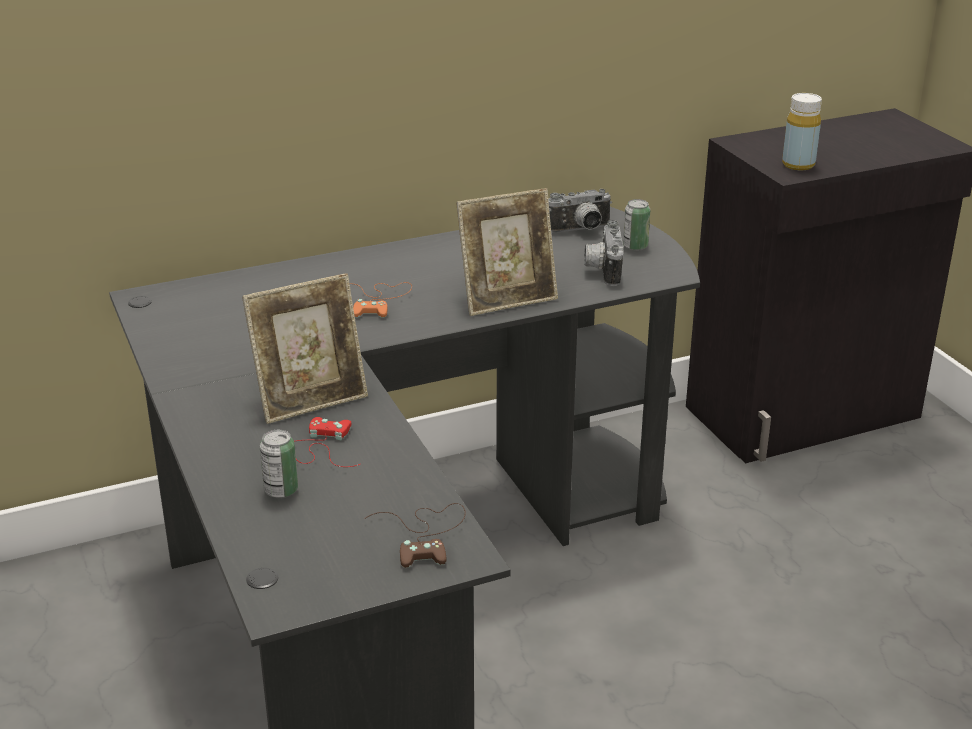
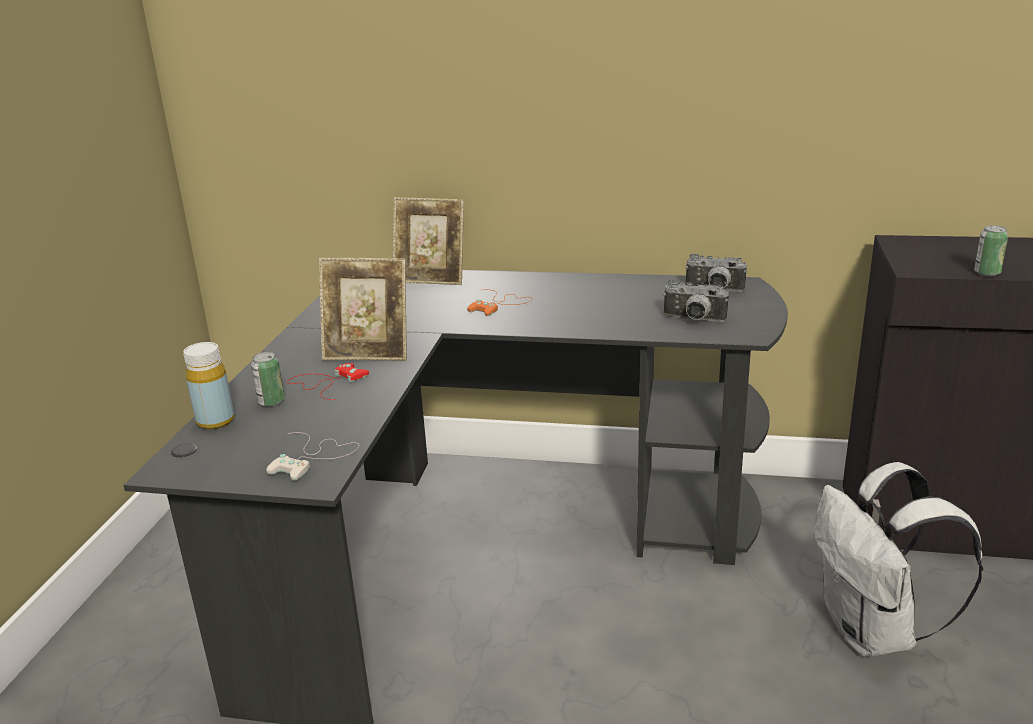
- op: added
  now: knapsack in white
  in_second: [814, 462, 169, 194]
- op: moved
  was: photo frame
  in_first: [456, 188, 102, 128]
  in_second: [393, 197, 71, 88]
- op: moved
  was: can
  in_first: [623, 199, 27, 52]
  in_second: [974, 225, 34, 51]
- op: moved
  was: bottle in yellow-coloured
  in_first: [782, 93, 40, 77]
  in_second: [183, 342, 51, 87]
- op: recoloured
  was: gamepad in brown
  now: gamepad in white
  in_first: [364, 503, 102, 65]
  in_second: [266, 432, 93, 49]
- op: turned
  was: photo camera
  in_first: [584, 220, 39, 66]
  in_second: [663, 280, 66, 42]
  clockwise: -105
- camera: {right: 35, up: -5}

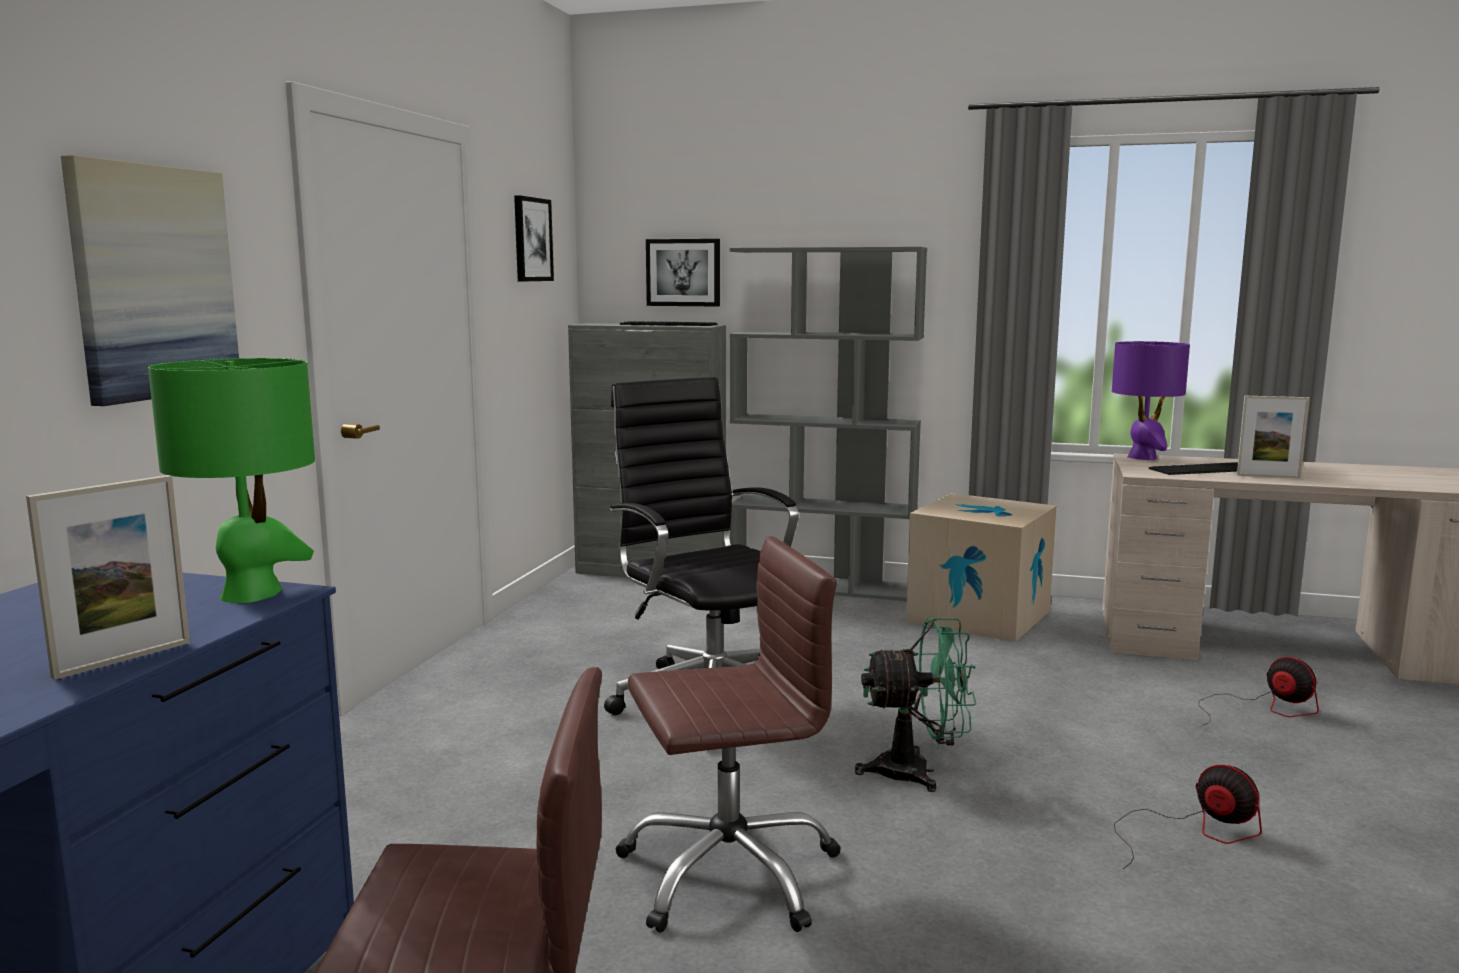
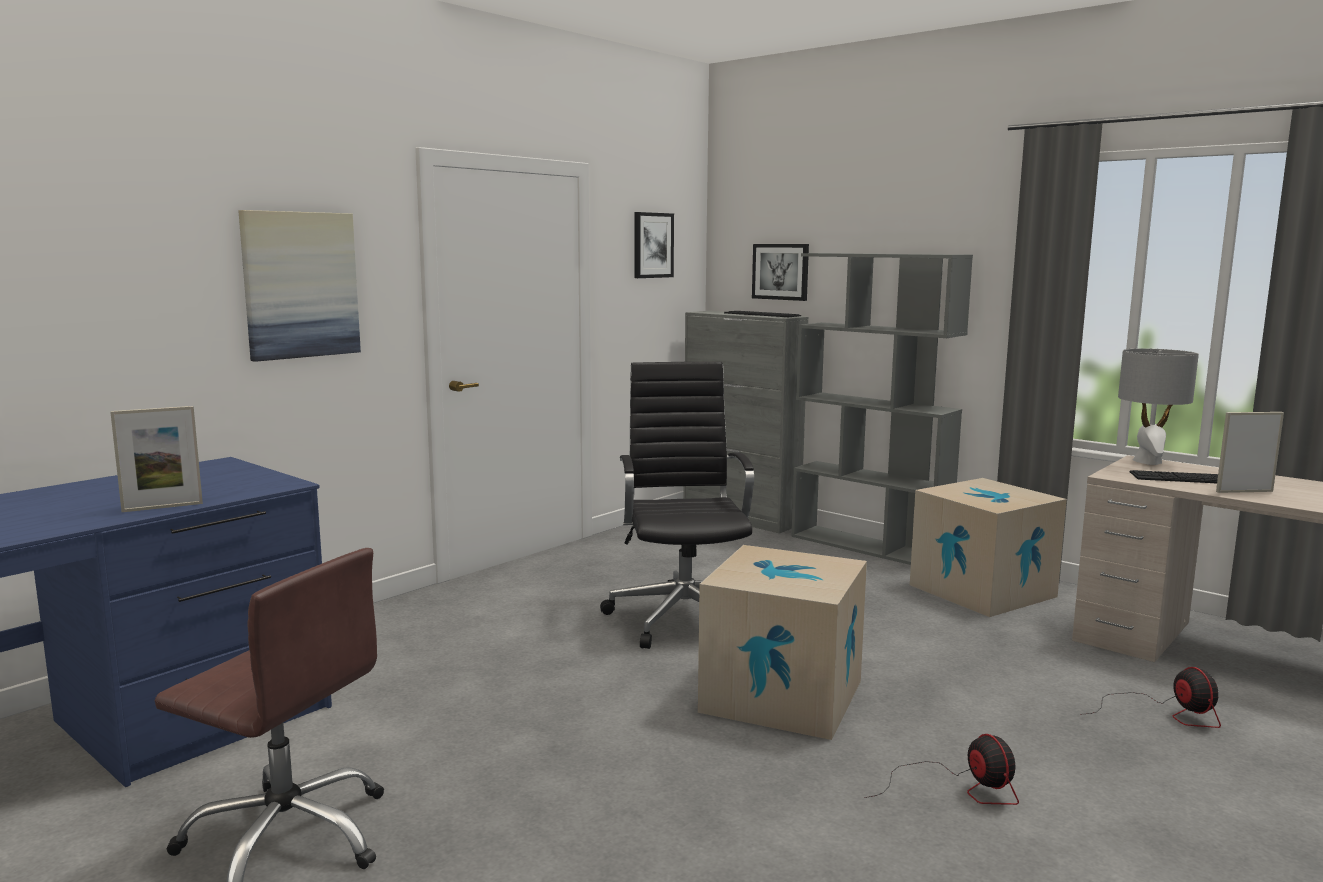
- op: removed
  was: table lamp in green-coloured
  in_first: [148, 358, 167, 245]
- op: removed
  was: office chair in brown
  in_first: [615, 536, 226, 397]
- op: replaced
  was: fan in green-coloured
  now: cardboard box
  in_first: [855, 618, 121, 174]
  in_second: [698, 545, 169, 195]
- op: recoloured
  was: table lamp in purple
  now: table lamp in gray
  in_first: [1112, 341, 78, 119]
  in_second: [1118, 348, 81, 117]
- op: turned
  was: photo frame
  in_first: [1237, 396, 73, 83]
  in_second: [1216, 412, 68, 81]
  clockwise: 135
- camera: {right: 25, up: 0}

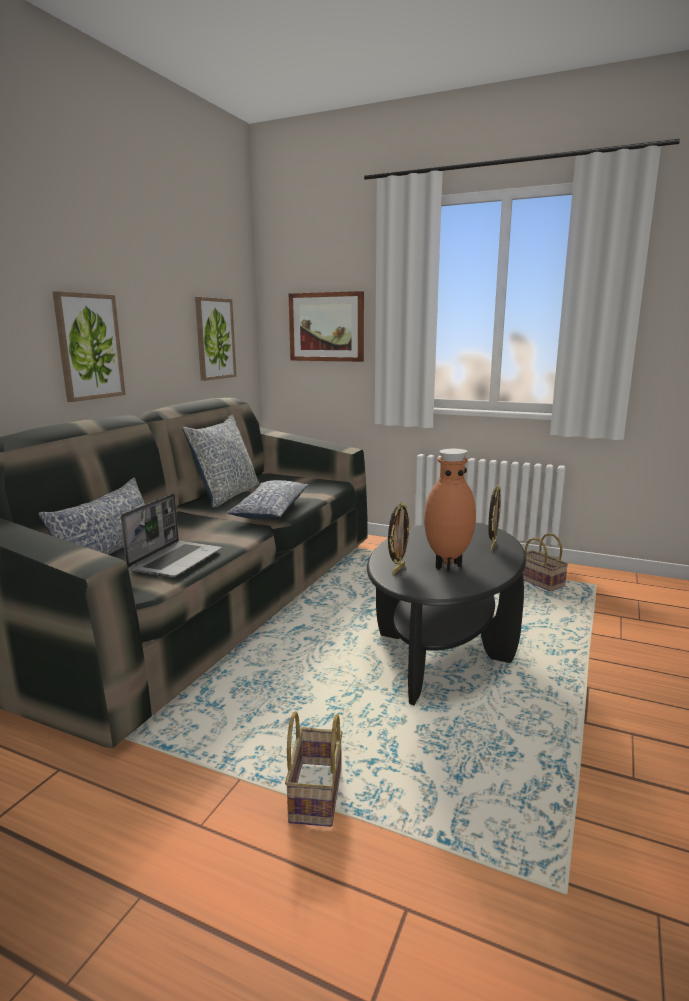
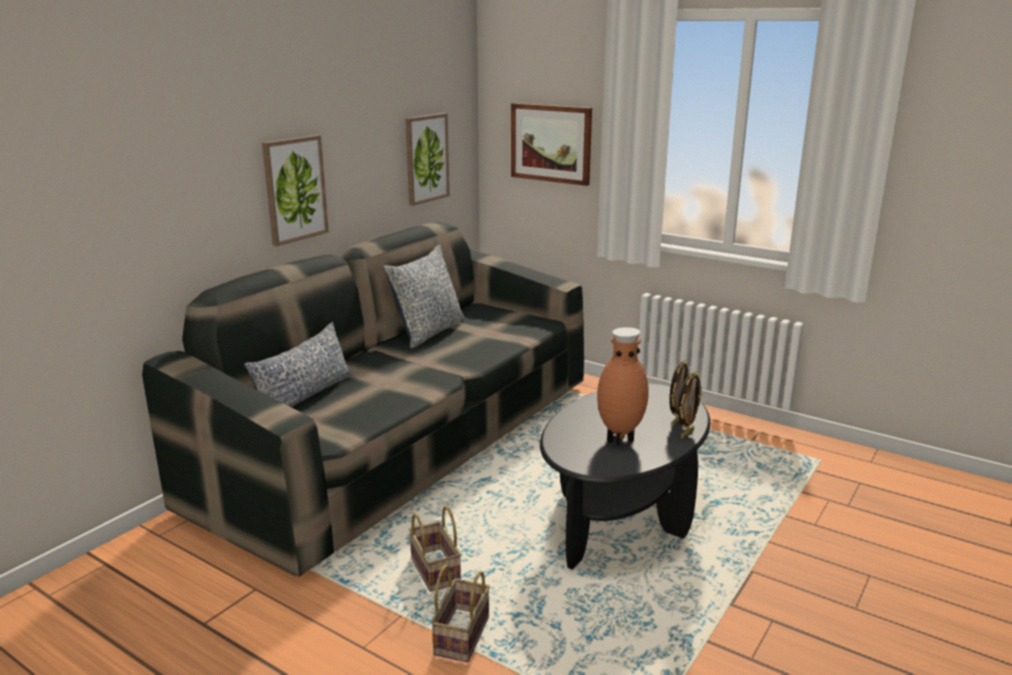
- op: removed
  was: notebook computer
  in_first: [121, 494, 101, 84]
- op: removed
  was: cushion
  in_first: [227, 480, 81, 39]
- op: moved
  was: photo frame
  in_first: [388, 502, 23, 73]
  in_second: [678, 371, 24, 68]
- op: moved
  was: storage basket
  in_first: [523, 533, 45, 59]
  in_second: [409, 506, 52, 86]
- camera: {right: 10, up: 5}

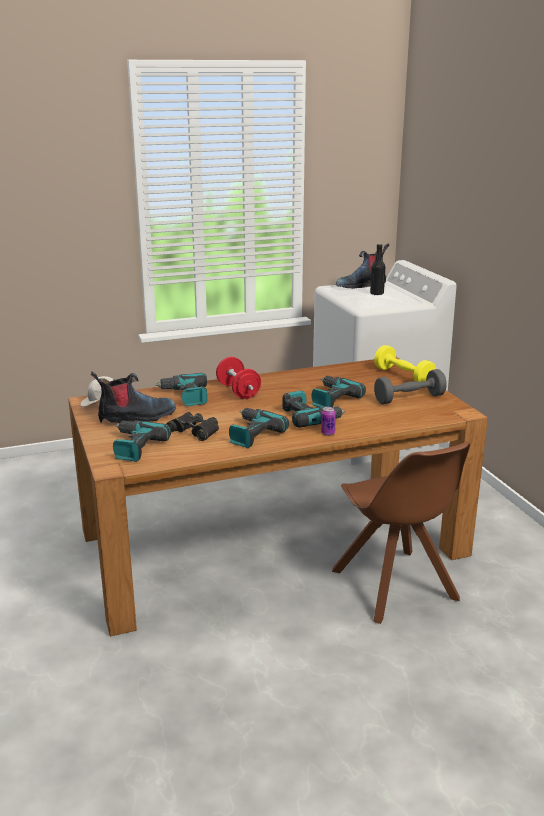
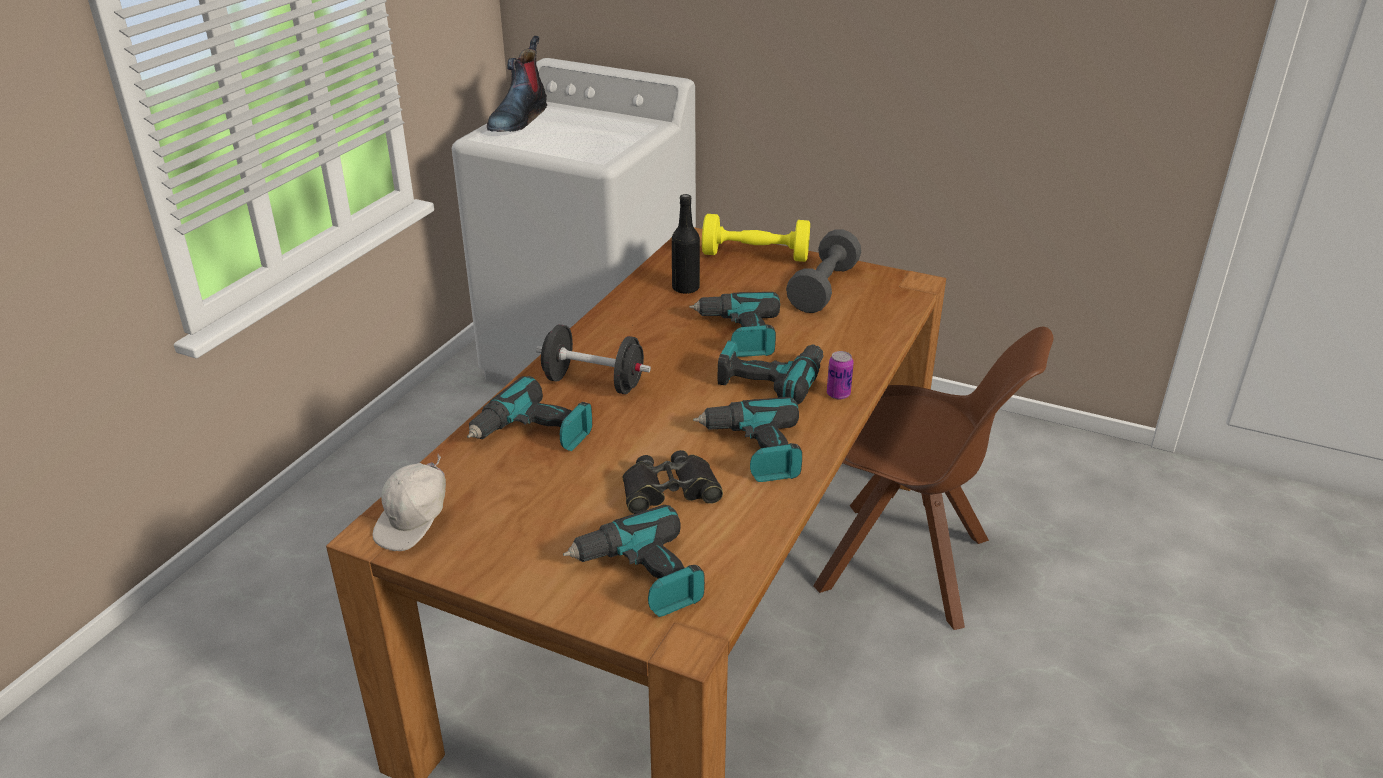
- op: removed
  was: boot
  in_first: [91, 372, 85, 51]
- op: moved
  was: bottle in black
  in_first: [370, 244, 15, 51]
  in_second: [672, 194, 28, 100]
- op: recoloured
  was: dumbbell in red
  now: dumbbell in black
  in_first: [216, 357, 45, 42]
  in_second: [536, 325, 115, 69]
- camera: {right: -45, up: 10}

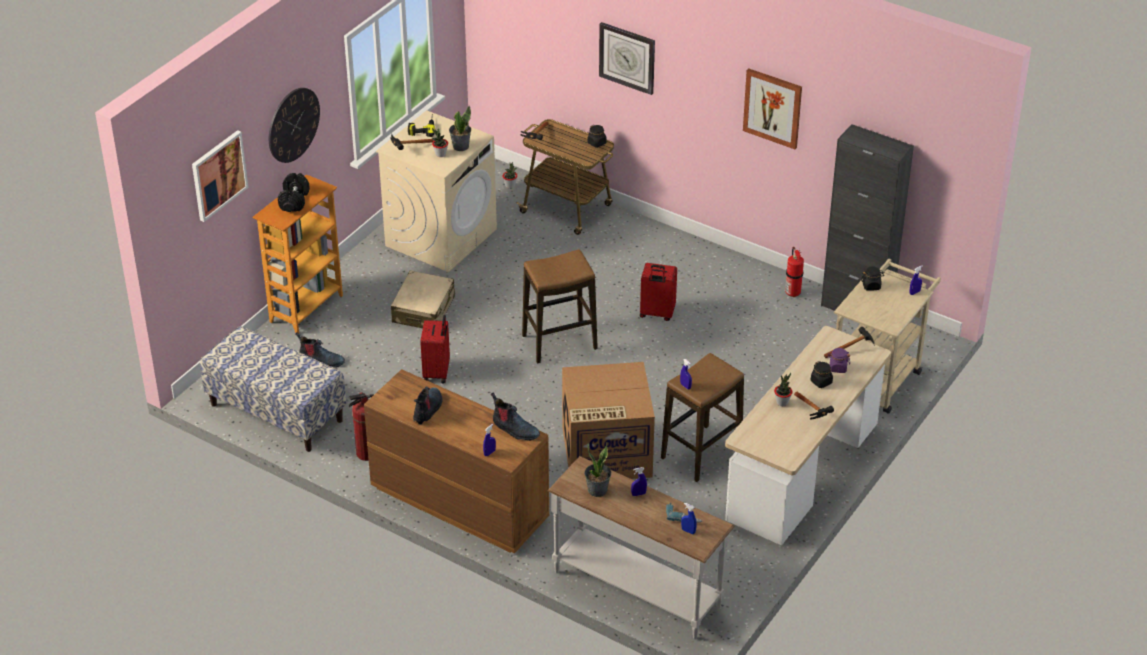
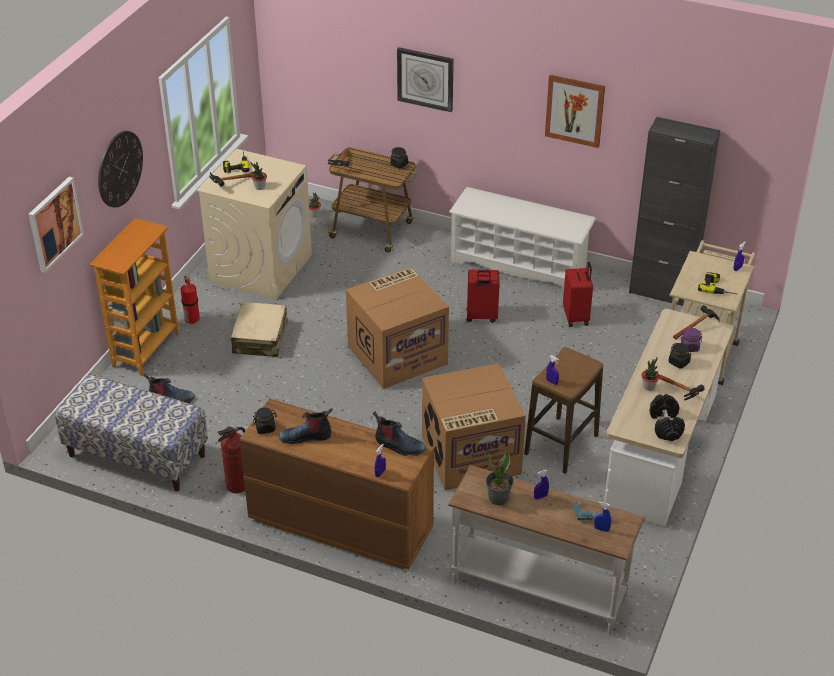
- op: removed
  was: houseplant
  in_first: [449, 105, 22, 46]
- op: added
  now: shoe shelf in white
  in_second: [449, 187, 147, 103]
- op: added
  now: drill
  in_second: [698, 272, 39, 23]
- op: moved
  was: dumbbell in black
  in_first: [278, 173, 32, 39]
  in_second: [649, 394, 36, 47]
- op: moved
  was: travel case in red
  in_first: [420, 315, 30, 69]
  in_second: [563, 262, 30, 65]
- op: moved
  was: fire-fighting cylinder
  in_first: [785, 247, 19, 50]
  in_second: [181, 276, 19, 48]
- op: moved
  was: preserve jar in black
  in_first: [861, 266, 23, 24]
  in_second: [253, 407, 24, 27]
- op: replaced
  was: stool
  now: cardboard box
  in_first: [522, 249, 76, 114]
  in_second: [346, 267, 103, 122]
- op: turned
  was: boot
  in_first: [413, 386, 30, 39]
  in_second: [279, 408, 54, 36]
  clockwise: -105
- camera: {right: -10, up: 0}

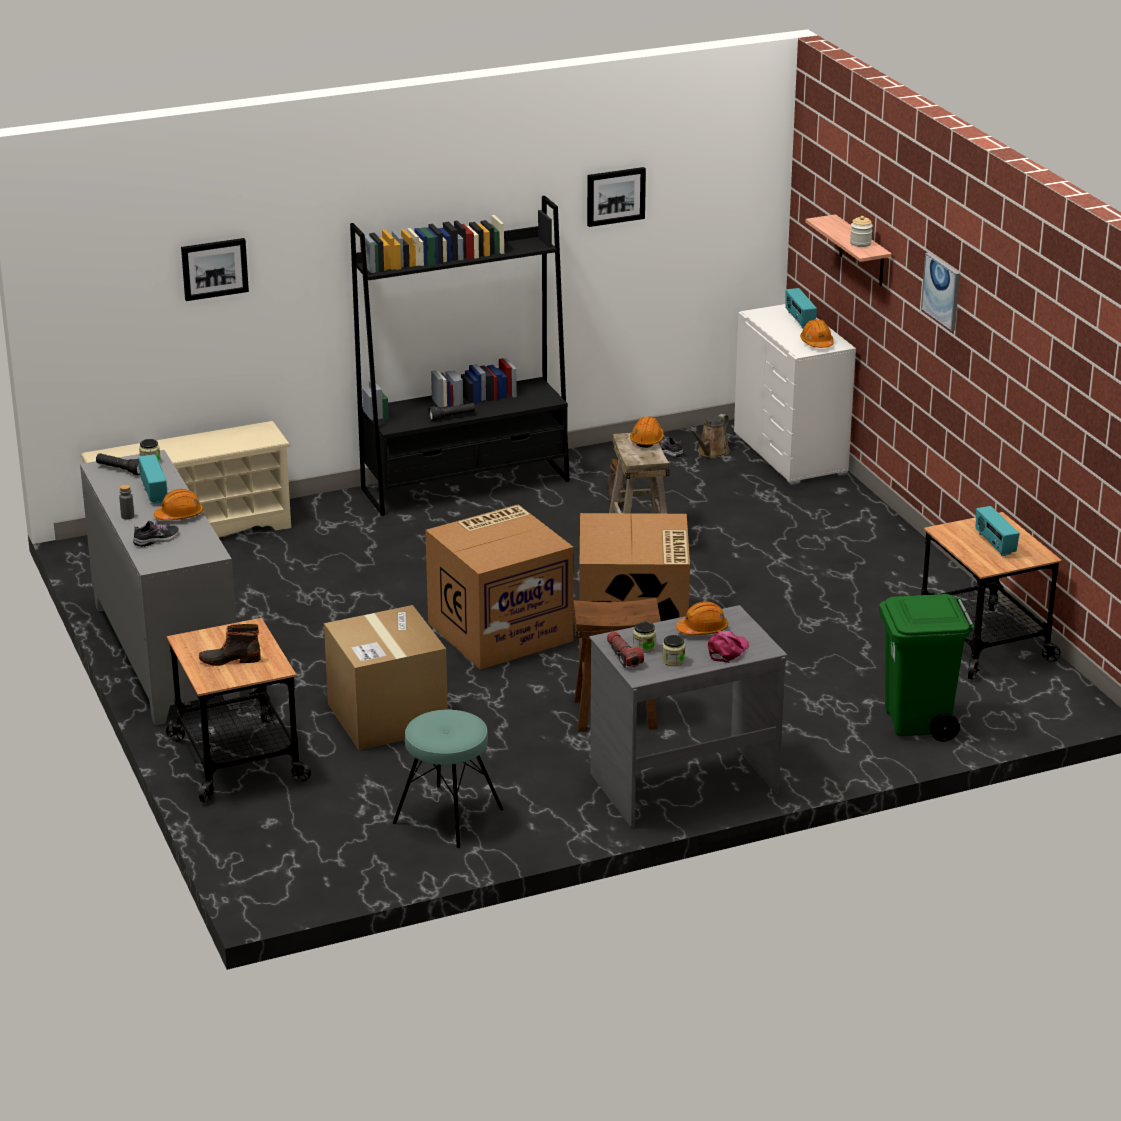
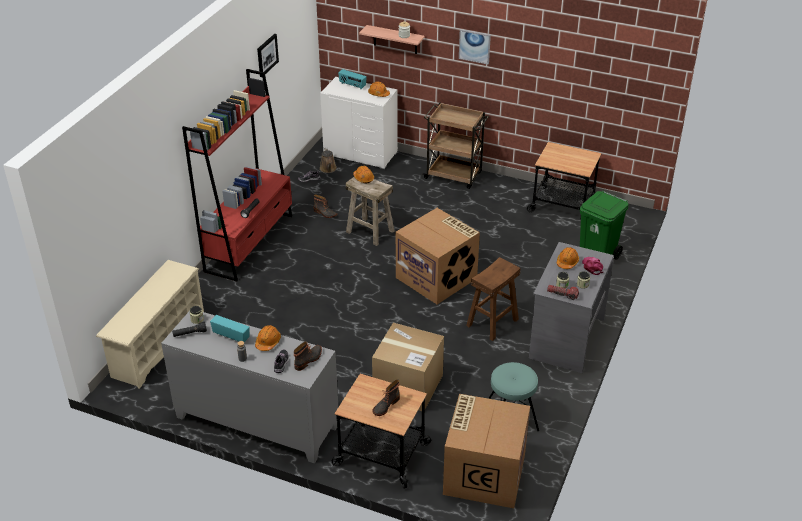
- op: removed
  was: wall picture
  in_first: [181, 238, 68, 63]
- op: removed
  was: radio set
  in_first: [976, 506, 44, 50]
- op: added
  now: boot
  in_second: [294, 341, 28, 30]
- op: added
  now: cart in brown
  in_second: [423, 102, 66, 87]
- op: moved
  was: cardboard box
  in_first: [425, 504, 149, 166]
  in_second: [443, 394, 87, 114]
- op: recoloured
  was: shelving unit in black
  now: shelving unit in red
  in_first: [350, 196, 219, 320]
  in_second: [182, 69, 110, 213]
- camera: {right: -45, up: 10}

